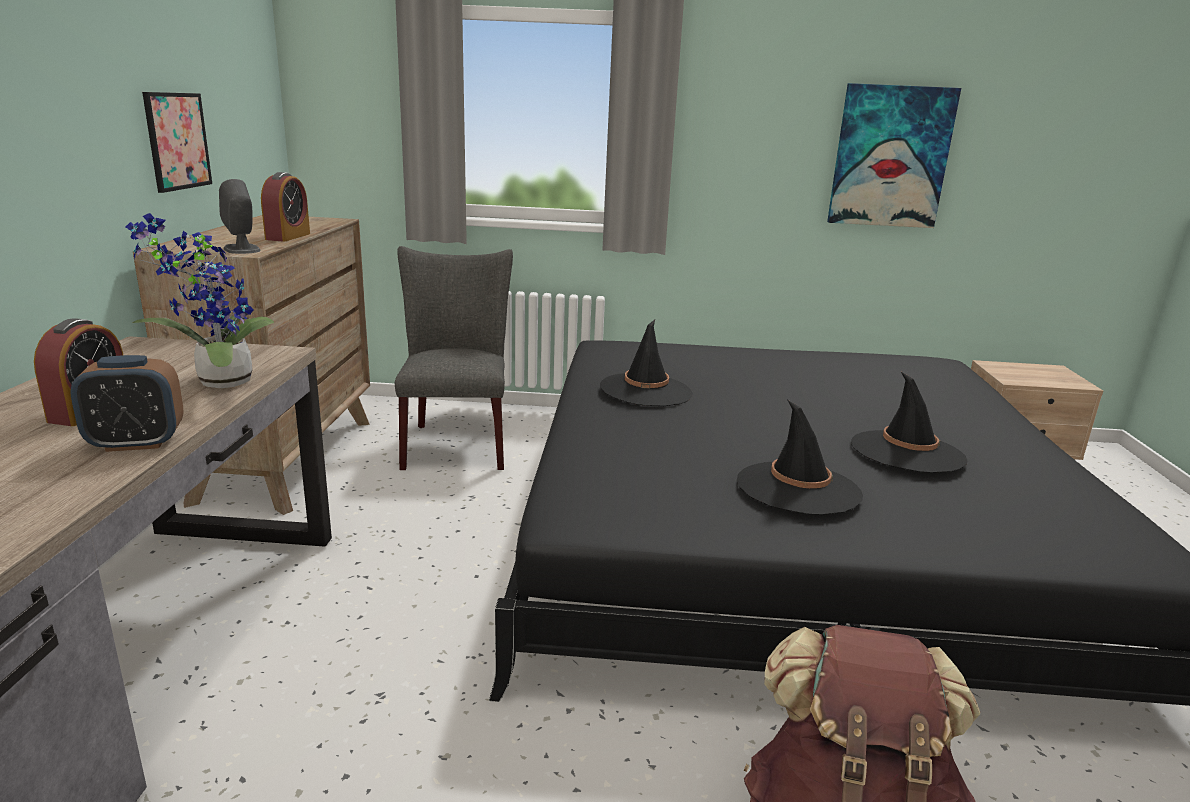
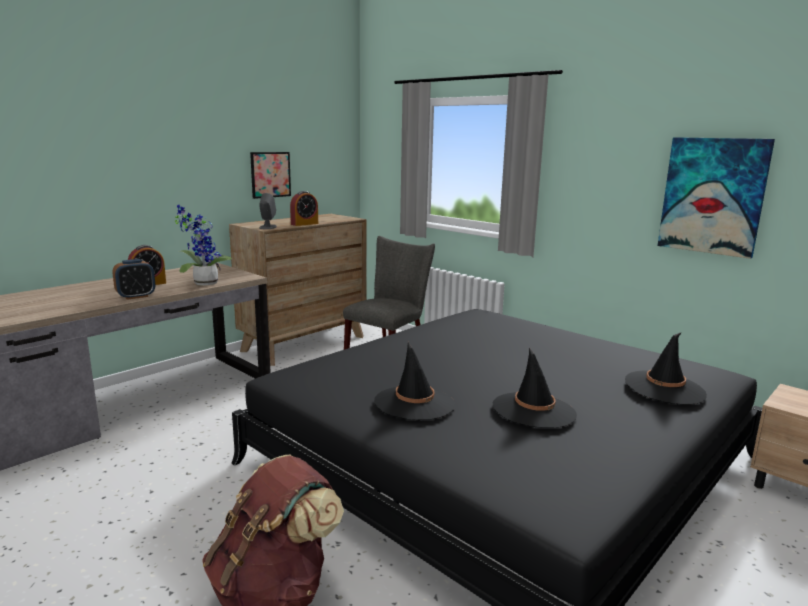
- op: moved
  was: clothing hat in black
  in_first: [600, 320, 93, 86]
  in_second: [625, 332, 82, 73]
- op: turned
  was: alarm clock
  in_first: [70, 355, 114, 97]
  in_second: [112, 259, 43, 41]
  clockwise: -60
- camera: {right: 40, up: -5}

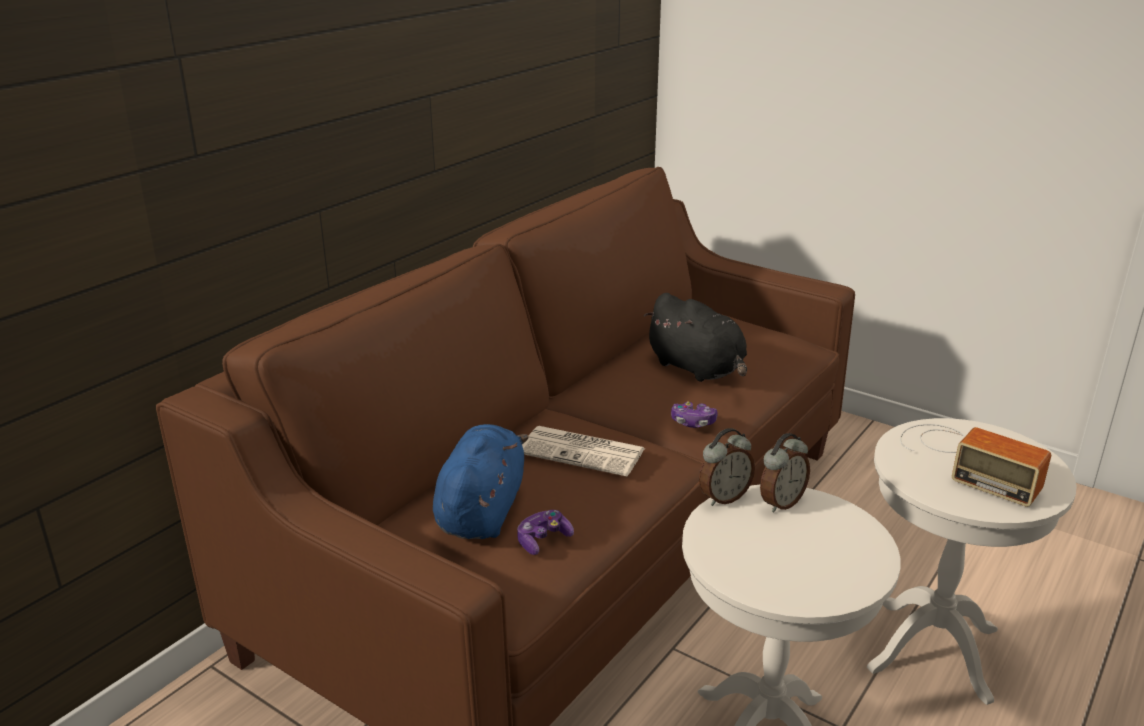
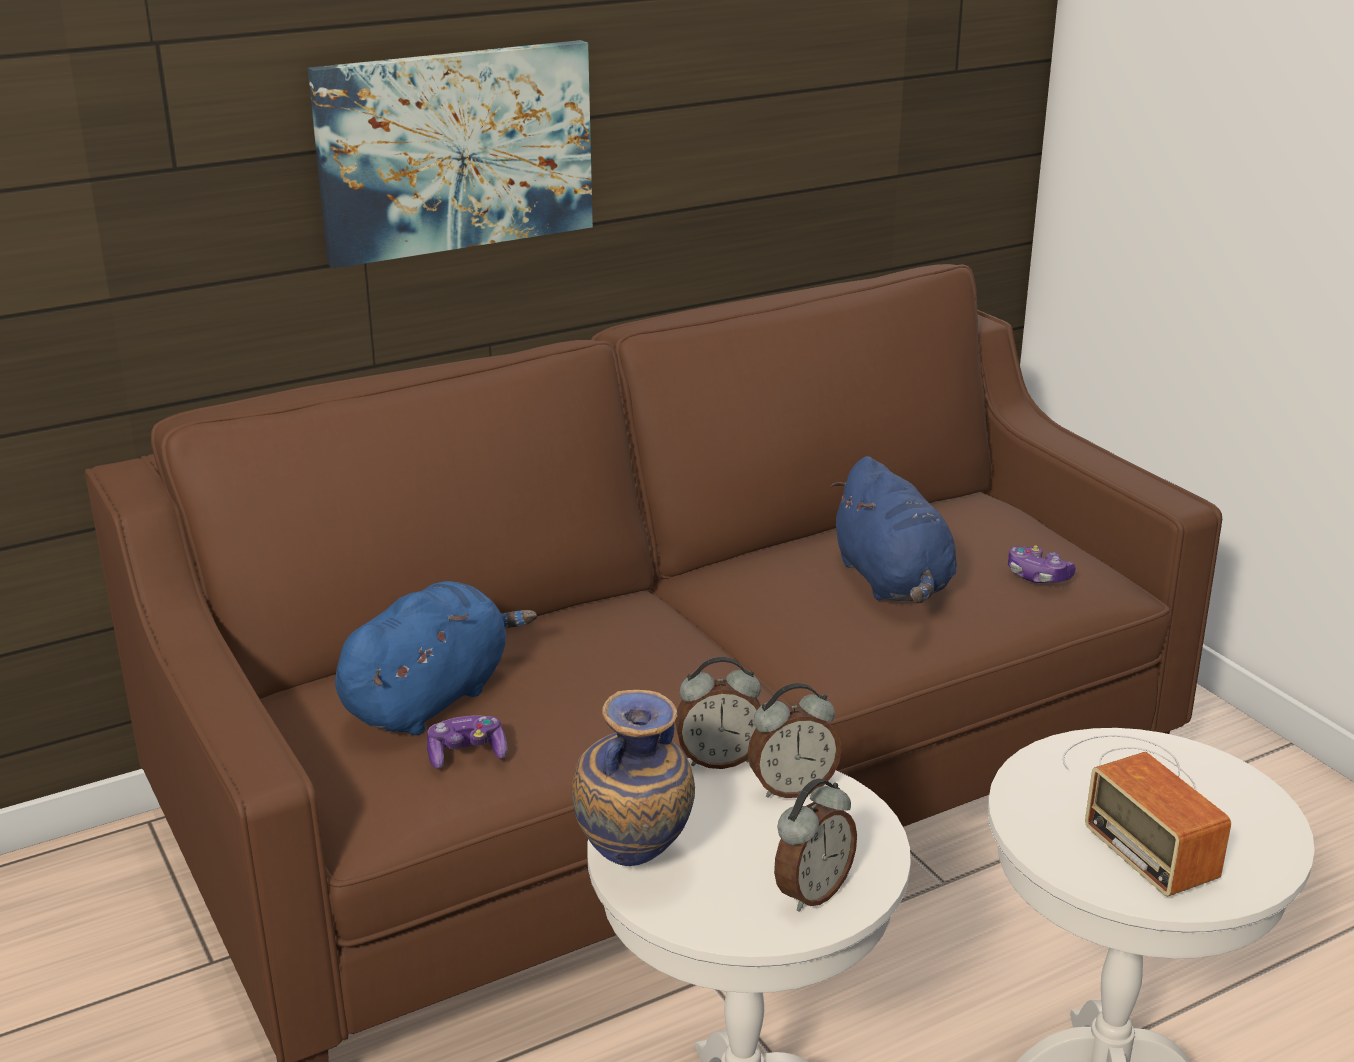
- op: removed
  was: newspaper
  in_first: [522, 426, 123, 51]
- op: added
  now: wall picture
  in_second: [308, 40, 285, 229]
- op: added
  now: flower vase
  in_second: [572, 690, 123, 176]
- op: added
  now: alarm clock
  in_second: [774, 778, 83, 134]
- op: moved
  was: gamepad
  in_first: [671, 401, 47, 27]
  in_second: [1008, 545, 68, 38]
- op: recoloured
  was: plush toy in black
  now: plush toy in blue-coloured
  in_first: [644, 293, 103, 89]
  in_second: [831, 456, 126, 147]
- camera: {right: 25, up: 0}

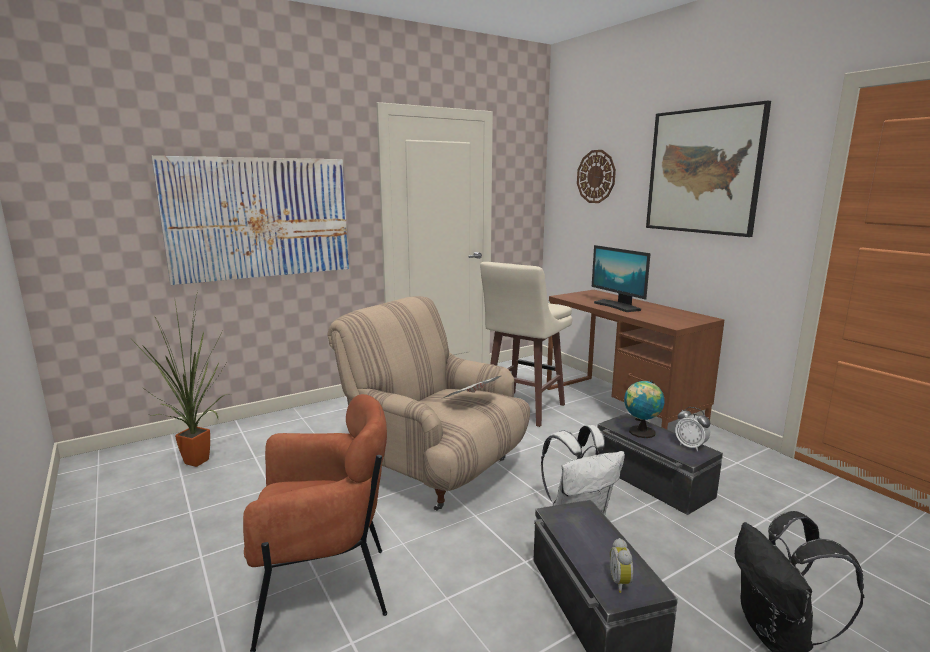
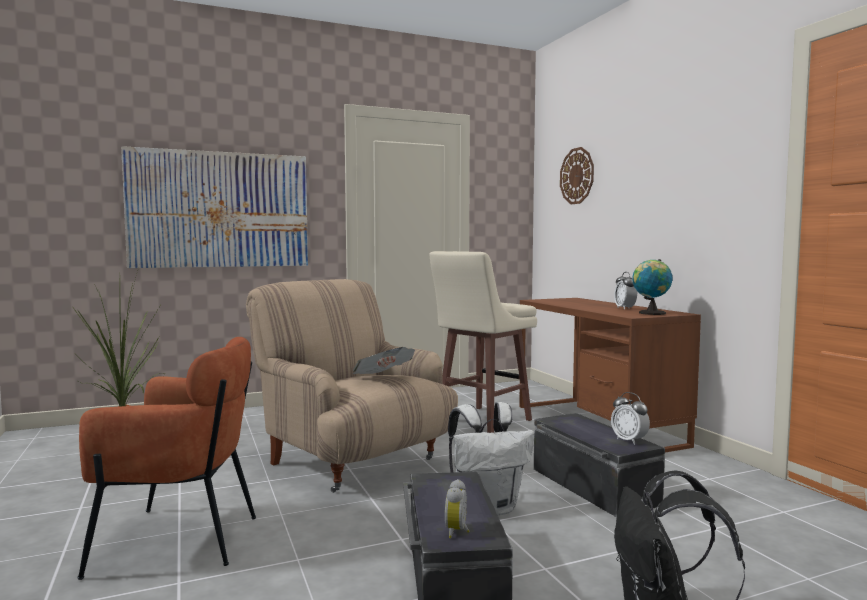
- op: removed
  was: computer screen
  in_first: [592, 245, 59, 67]
- op: removed
  was: wall picture
  in_first: [646, 100, 125, 137]
- op: added
  now: alarm clock
  in_second: [614, 272, 23, 38]
- op: moved
  was: world globe
  in_first: [624, 380, 41, 58]
  in_second: [633, 259, 40, 56]
- camera: {right: 10, up: -10}

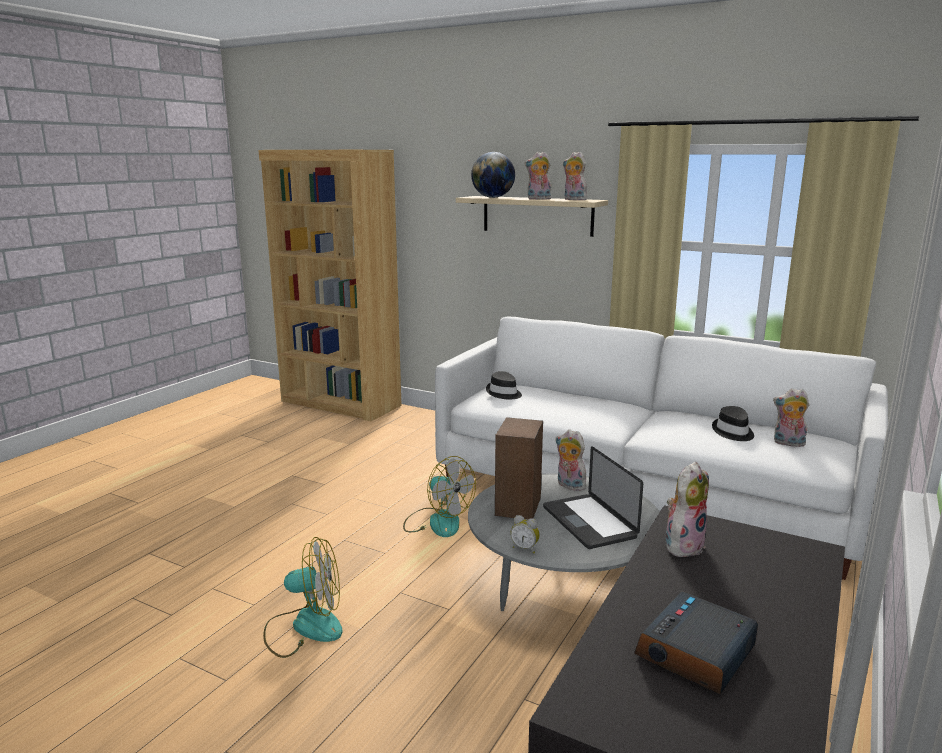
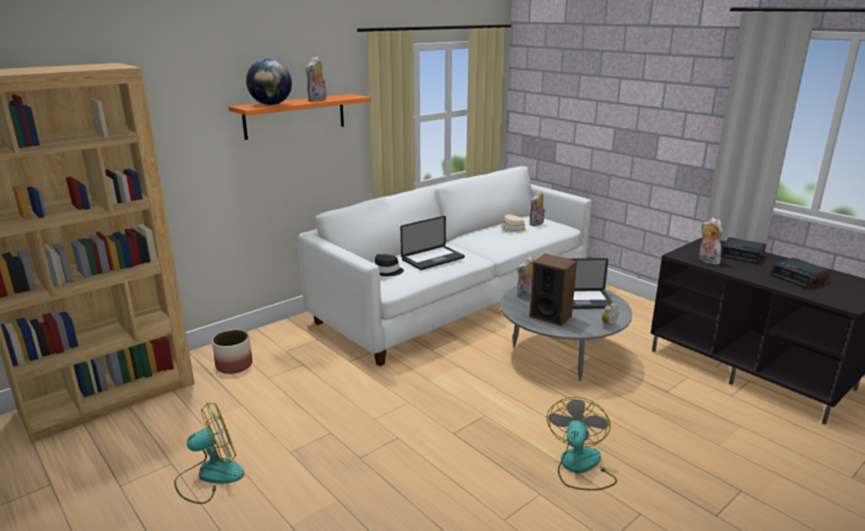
- op: removed
  was: plush toy
  in_first: [563, 151, 26, 49]
- op: added
  now: plant pot
  in_second: [212, 330, 40, 44]
- op: added
  now: notebook computer
  in_second: [400, 216, 65, 54]
- op: added
  now: alarm clock
  in_second: [721, 237, 45, 27]
- op: moved
  was: fan
  in_first: [403, 456, 73, 81]
  in_second: [174, 403, 70, 101]
- op: recoloured
  was: bracket shelf in sand-coloured
  now: bracket shelf in orange
  in_first: [456, 196, 152, 41]
  in_second: [229, 94, 142, 46]
- op: recoloured
  was: clothing hat in black
  now: clothing hat in sand-coloured
  in_first: [712, 406, 42, 35]
  in_second: [501, 214, 28, 20]
- camera: {right: -70, up: 5}

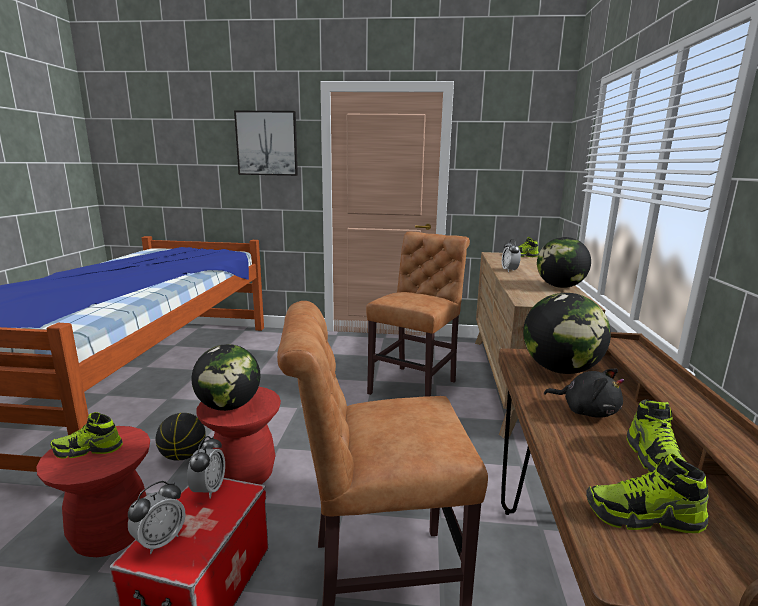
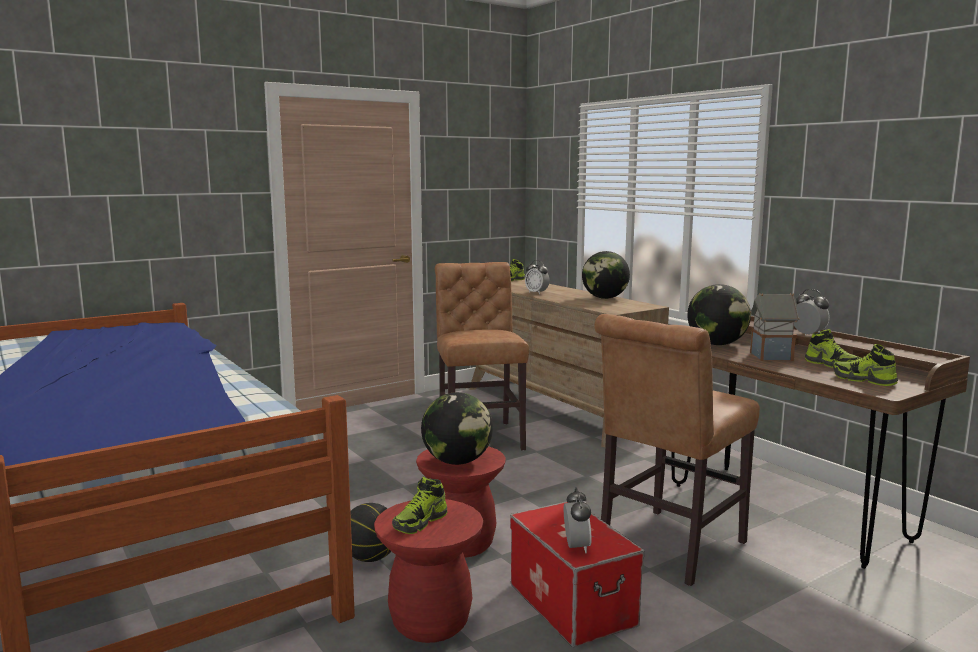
- op: removed
  was: wall picture
  in_first: [234, 111, 64, 65]
- op: moved
  was: alarm clock
  in_first: [187, 436, 38, 63]
  in_second: [794, 289, 36, 46]
- op: replaced
  was: plush toy in black
  now: toy house
  in_first: [544, 369, 80, 49]
  in_second: [749, 293, 51, 68]
- op: turned
  was: shoe
  in_first: [586, 453, 123, 80]
  in_second: [833, 344, 65, 42]
  clockwise: 75
- camera: {right: -40, up: -5}

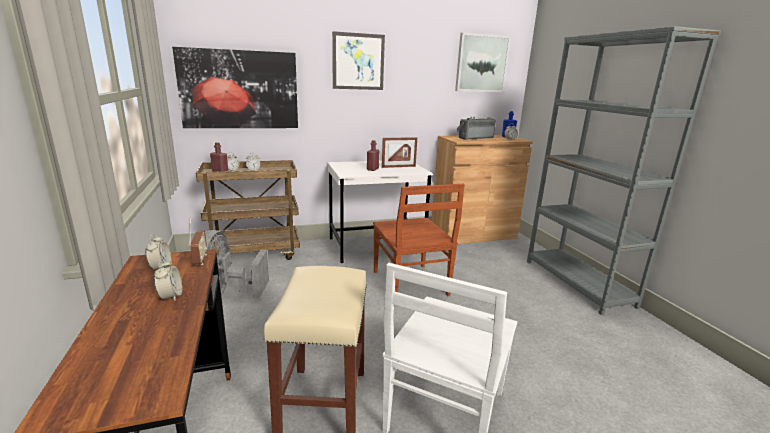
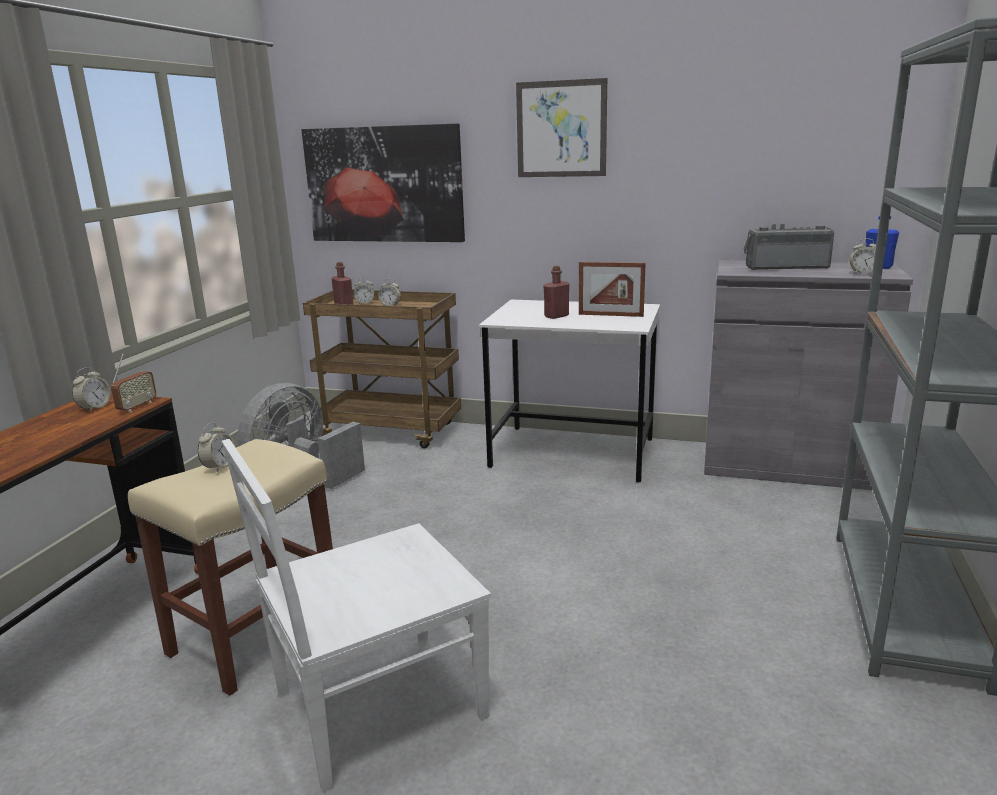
- op: removed
  was: plain chair in brown
  in_first: [373, 184, 92, 112]
- op: removed
  was: wall picture
  in_first: [455, 33, 56, 59]
- op: moved
  was: alarm clock
  in_first: [154, 259, 28, 42]
  in_second: [198, 423, 38, 50]
- op: recoloured
  was: cabinet in brown
  now: cabinet in gray
  in_first: [431, 135, 102, 109]
  in_second: [704, 260, 209, 230]
- camera: {right: 35, up: 0}

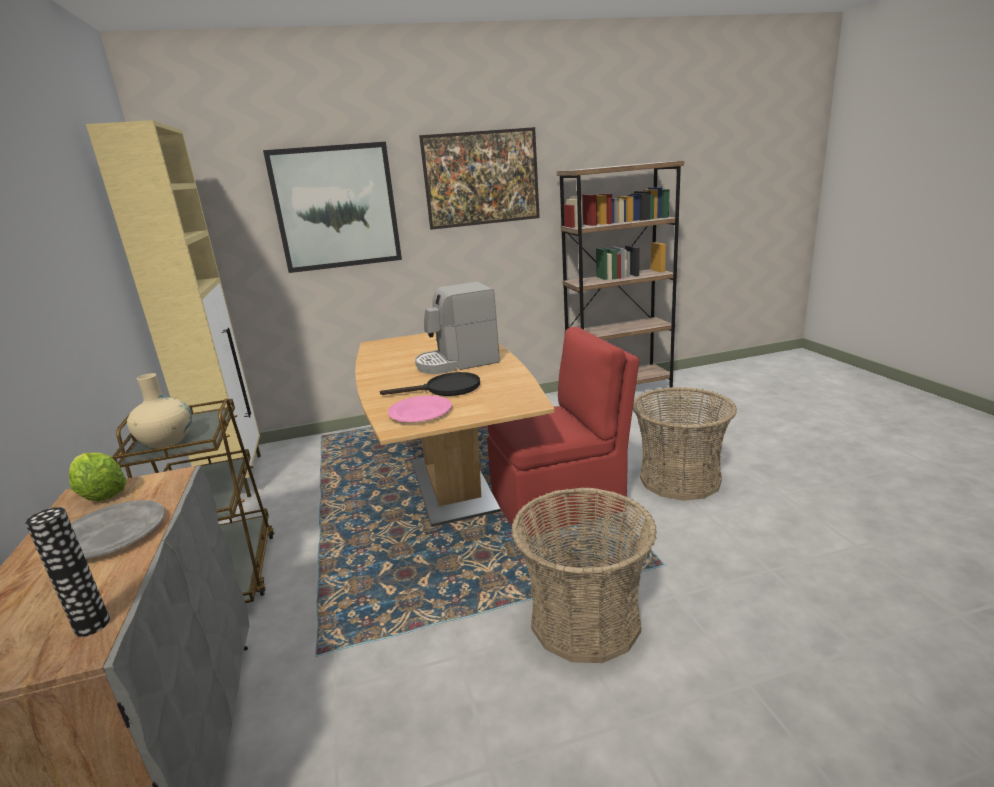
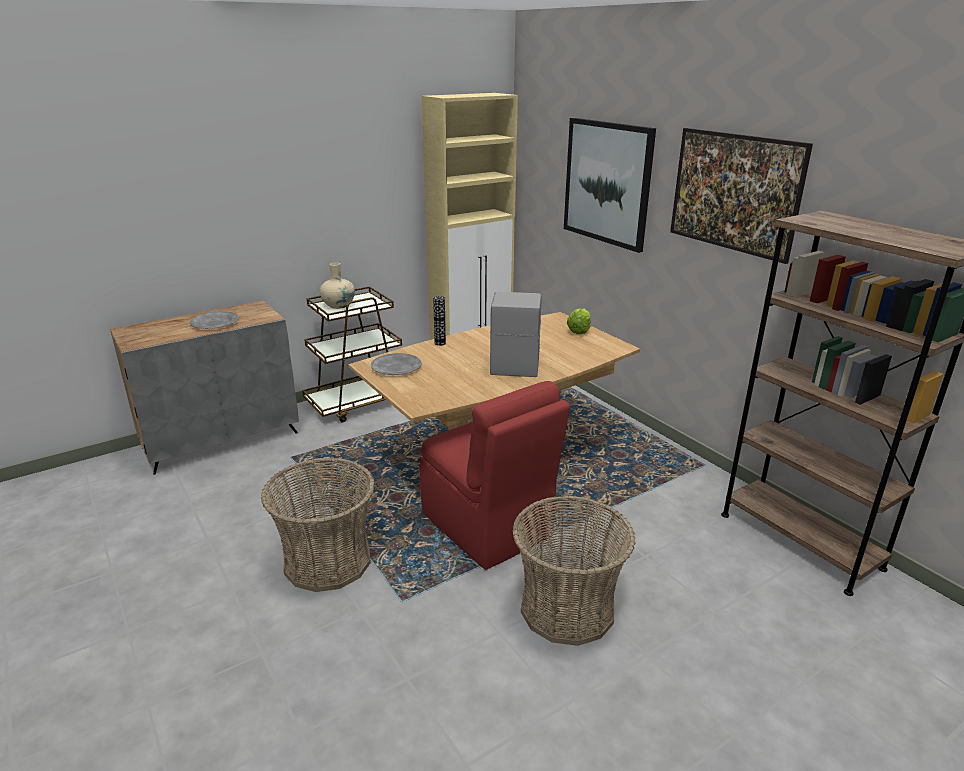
- op: removed
  was: pan in black
  in_first: [380, 372, 100, 24]
- op: moved
  was: flower vase
  in_first: [25, 507, 85, 130]
  in_second: [433, 296, 13, 50]
- op: moved
  was: head of lettuce
  in_first: [69, 453, 58, 48]
  in_second: [567, 309, 24, 25]
- op: recoloured
  was: dinner plate in pink
  now: dinner plate in gray
  in_first: [388, 395, 64, 27]
  in_second: [371, 353, 50, 22]
- op: turned
  was: coffee brewer
  in_first: [415, 282, 85, 92]
  in_second: [490, 292, 52, 85]
  clockwise: 45
- camera: {right: 70, up: 5}

